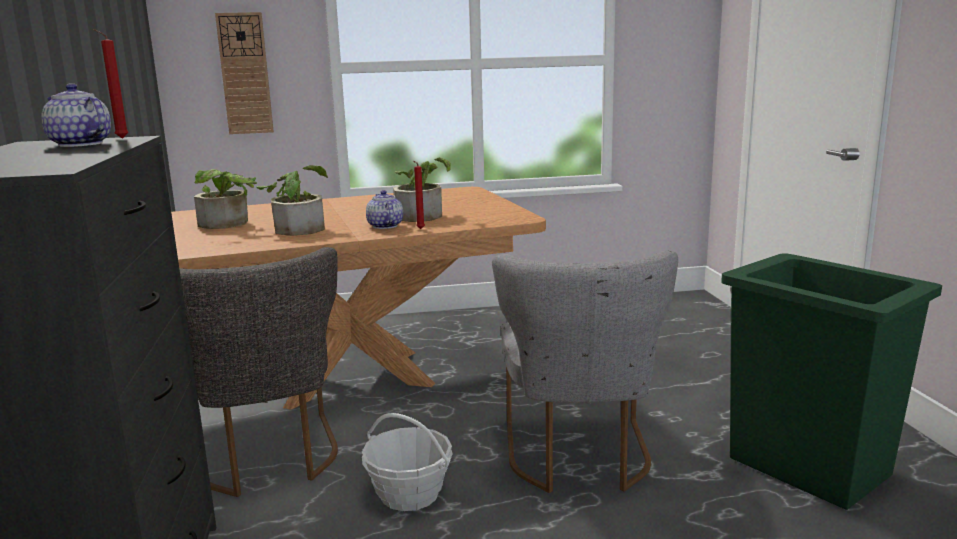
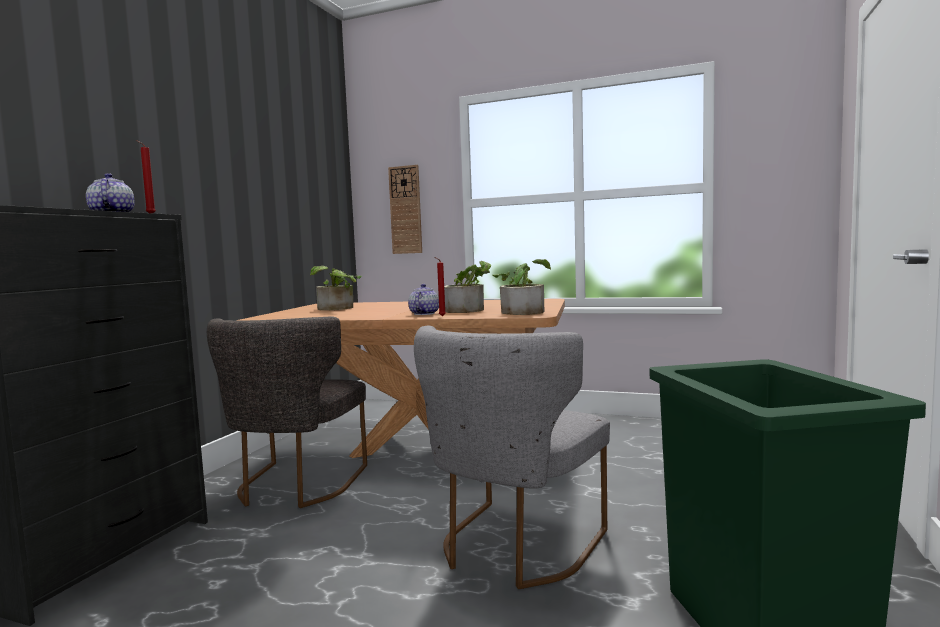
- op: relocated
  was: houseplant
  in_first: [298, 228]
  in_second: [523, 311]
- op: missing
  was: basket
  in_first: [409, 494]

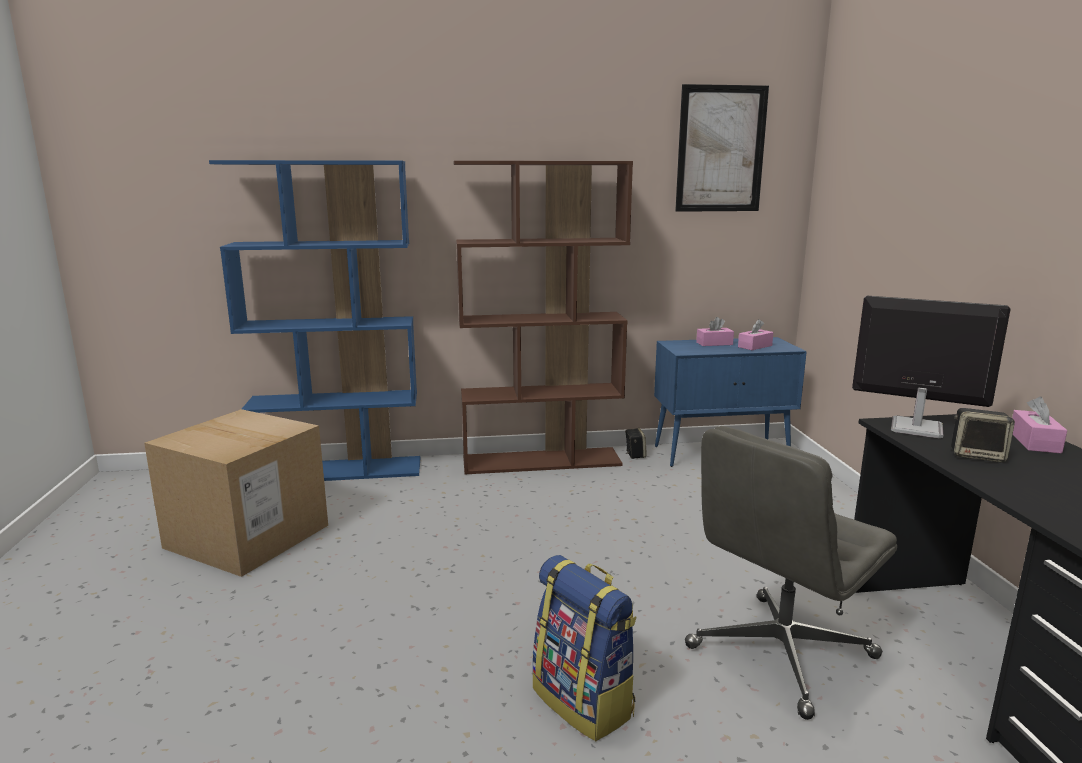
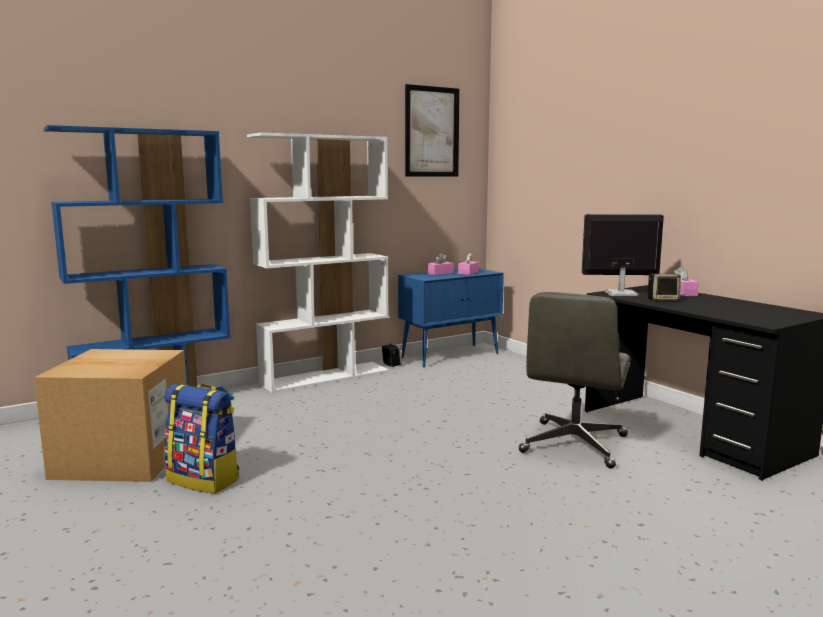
- op: colour
  was: brown-coloured bookshelf
  now: white bookshelf
  in_first: [542, 461]
  in_second: [325, 377]
- op: relocated
  was: rucksack
  in_first: [584, 701]
  in_second: [204, 480]

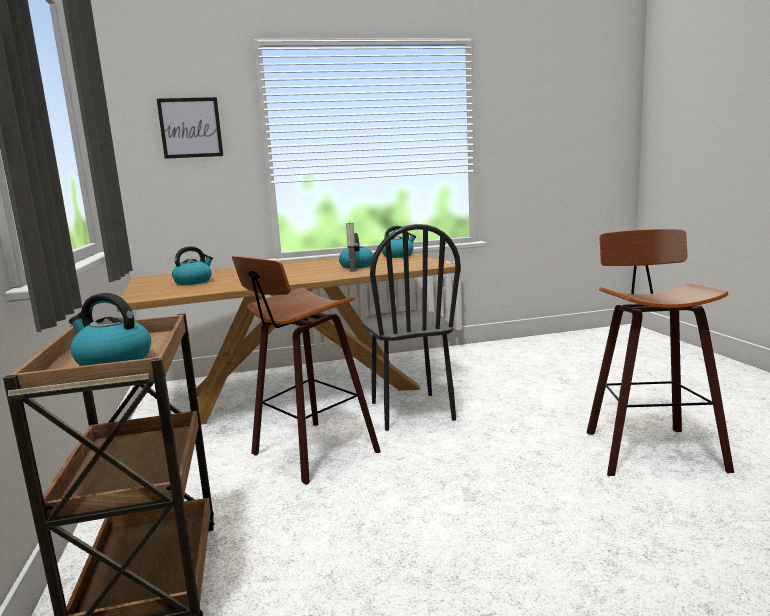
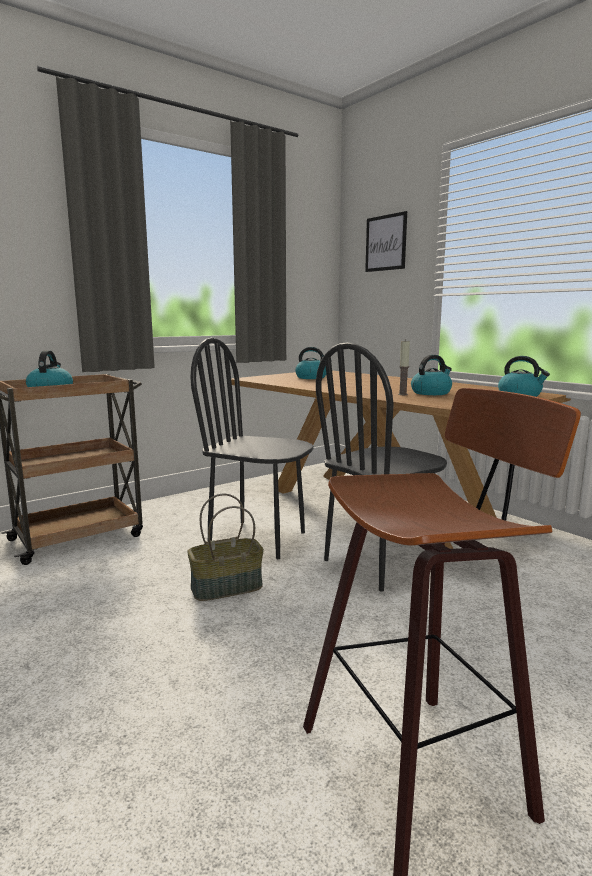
- op: exchanged
  was: stool seat
  now: blackish upright chair
  in_first: [310, 453]
  in_second: [258, 539]
- op: appeared
  now: basket
  in_second: [226, 588]

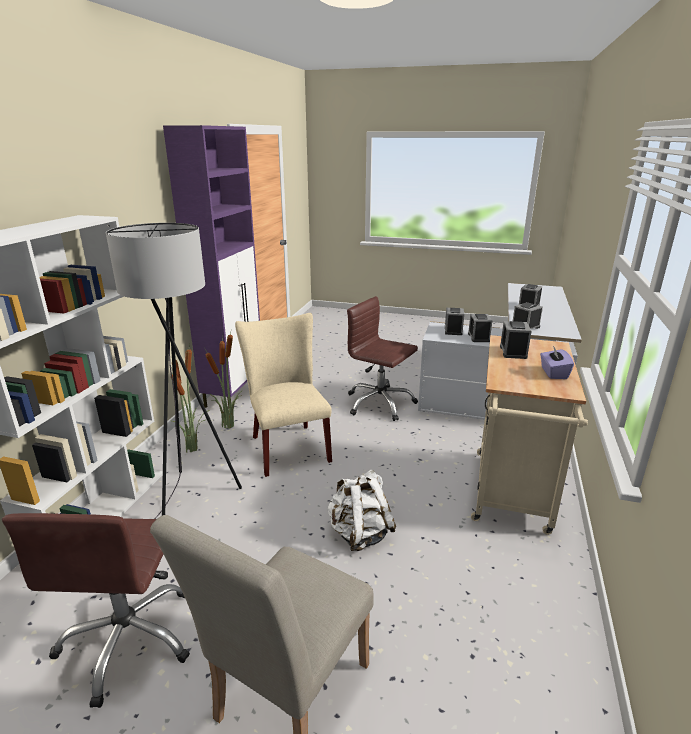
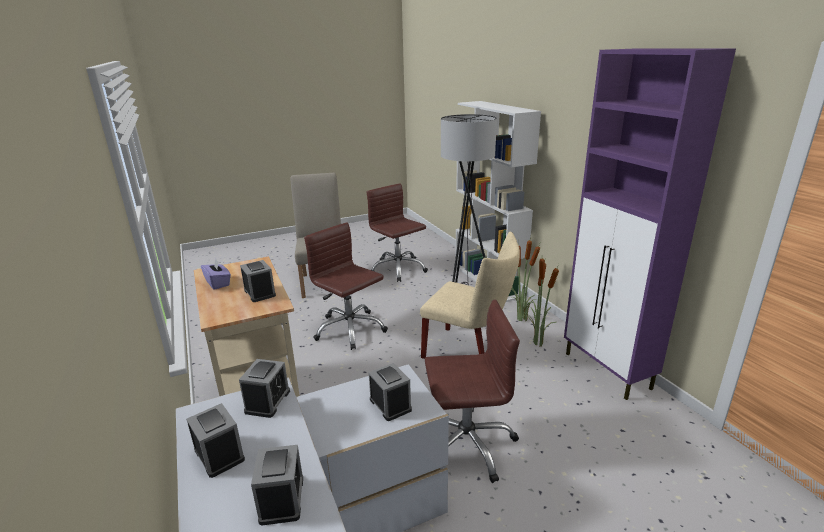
- op: exchanged
  was: white rucksack
  now: brown-coloured computer chair
  in_first: [359, 534]
  in_second: [349, 329]
- op: relocated
  was: alarm clock
  in_first: [478, 337]
  in_second: [219, 455]

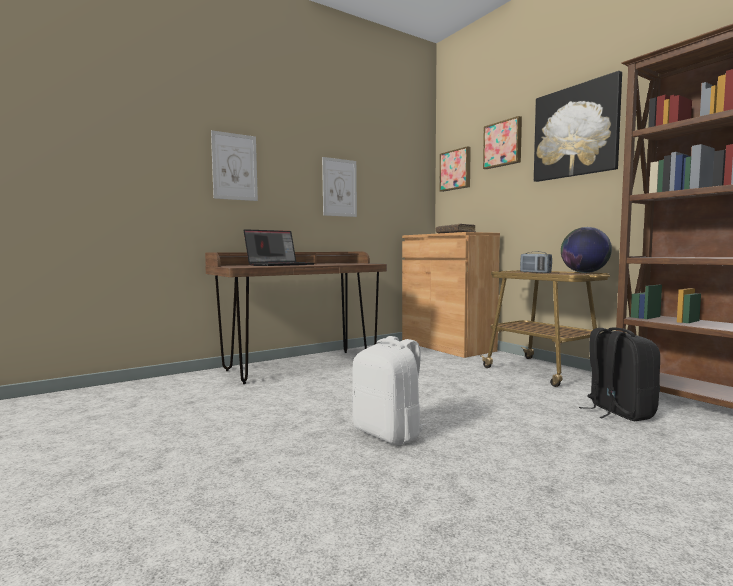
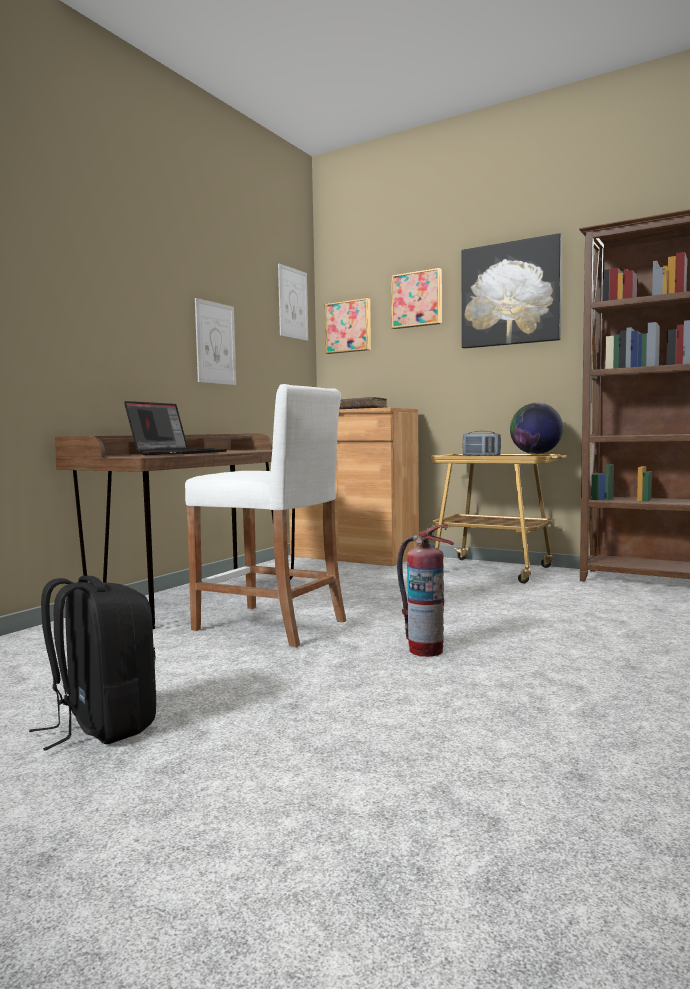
- op: relocated
  was: wall art
  in_first: [234, 167]
  in_second: [293, 303]
- op: exchanged
  was: white rucksack
  now: fire extinguisher
  in_first: [389, 434]
  in_second: [425, 650]
- op: relocated
  was: blackish rucksack
  in_first: [618, 412]
  in_second: [102, 726]
- op: appeared
  now: white stool seat
  in_second: [270, 625]

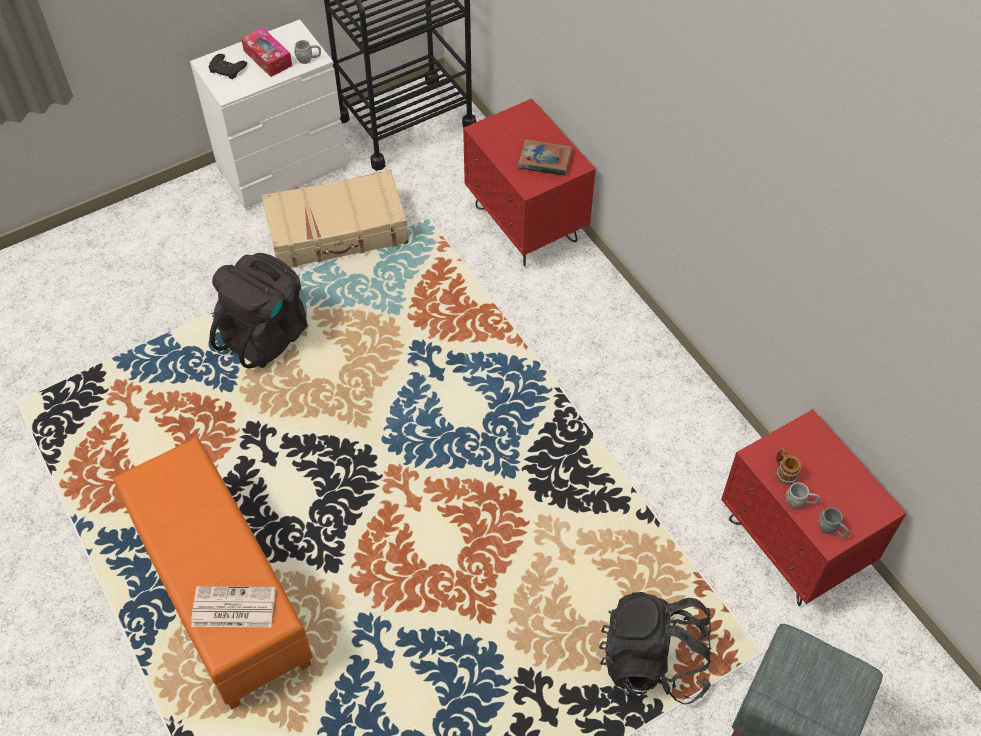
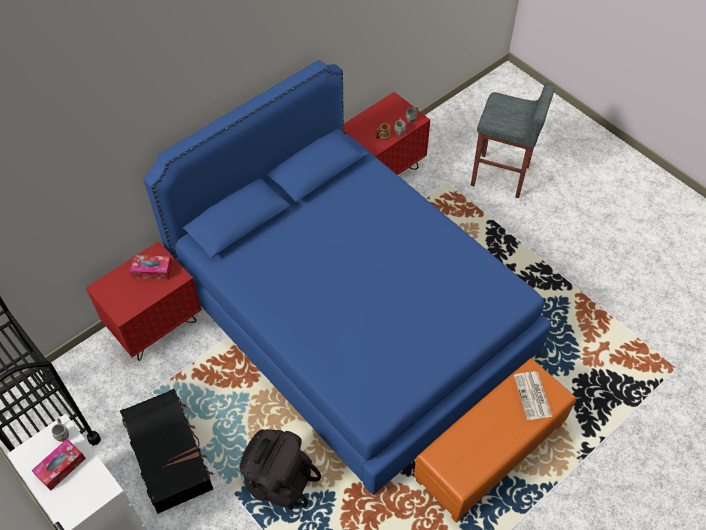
- op: missing
  was: blackish joypad
  in_first: [226, 70]
- op: colour
  was: beige-coloured travel case
  now: blackish travel case
  in_first: [337, 231]
  in_second: [169, 454]
- op: exchanged
  was: volume
  now: box of tissues
  in_first: [545, 160]
  in_second: [152, 271]
- op: missing
  was: blackish rucksack
  in_first: [653, 661]
- op: appeared
  now: bluish bed
  in_second: [352, 319]

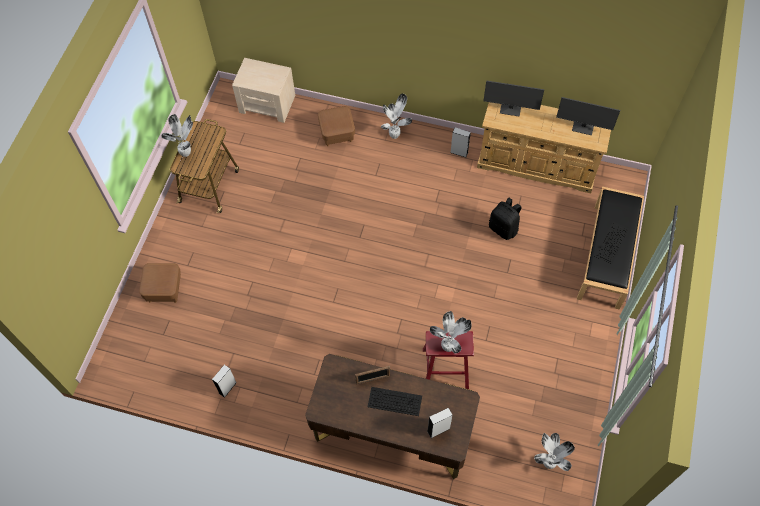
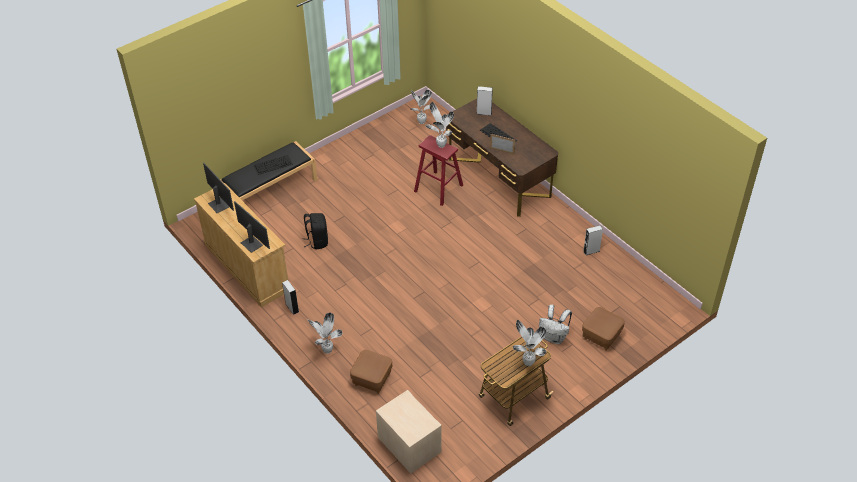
- op: appeared
  now: white rucksack
  in_second: [554, 337]

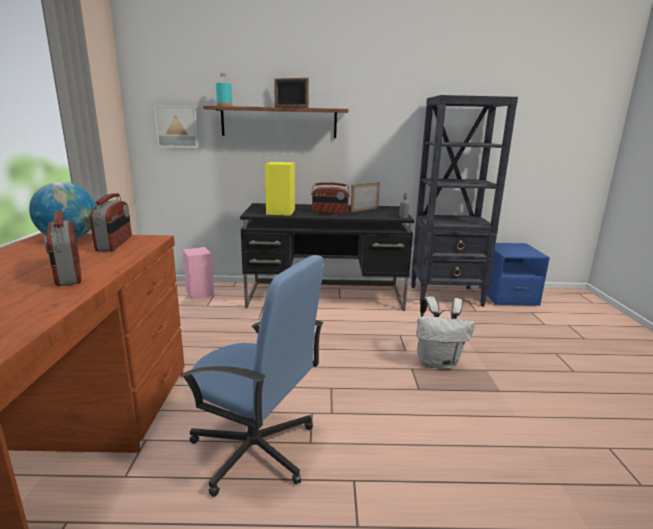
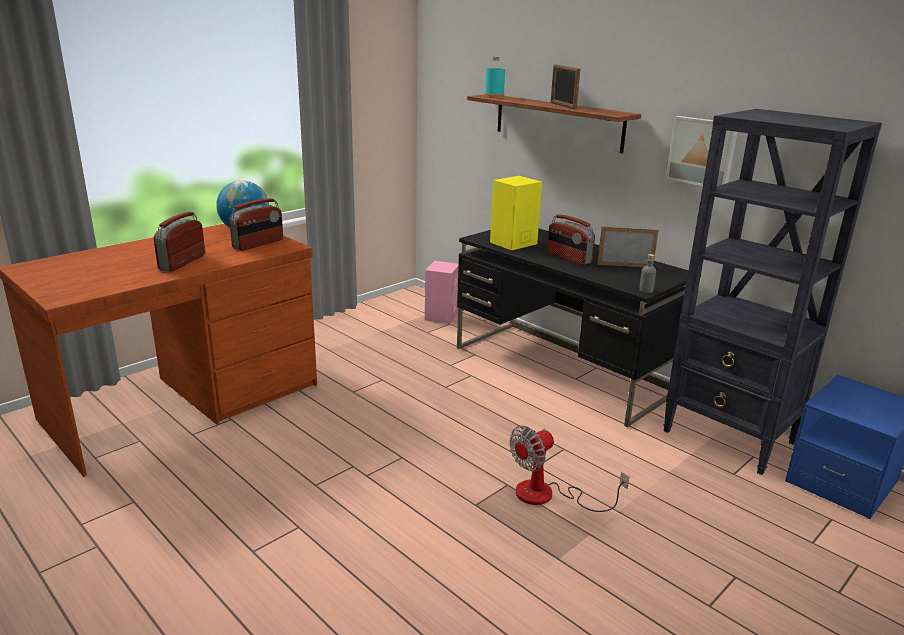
- op: relocated
  was: wall art
  in_first: [177, 126]
  in_second: [702, 152]
- op: missing
  was: bluish computer chair
  in_first: [255, 450]
- op: exchanged
  was: white rucksack
  now: cooling fan
  in_first: [438, 362]
  in_second: [548, 495]

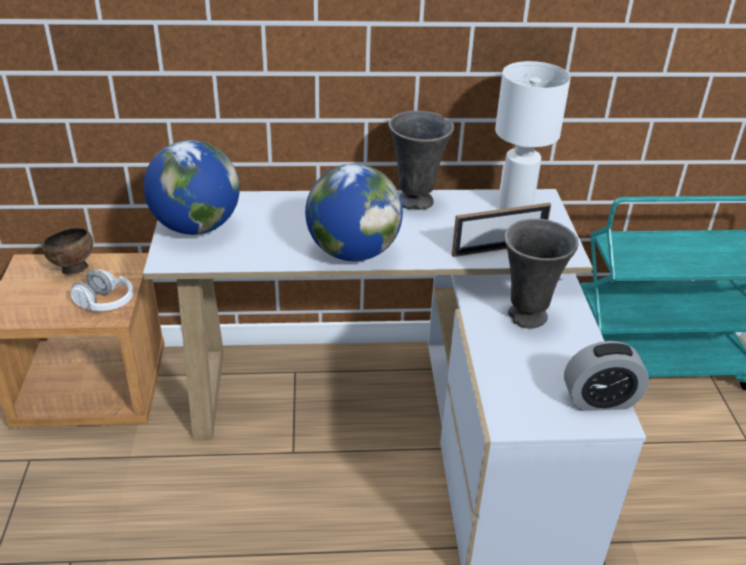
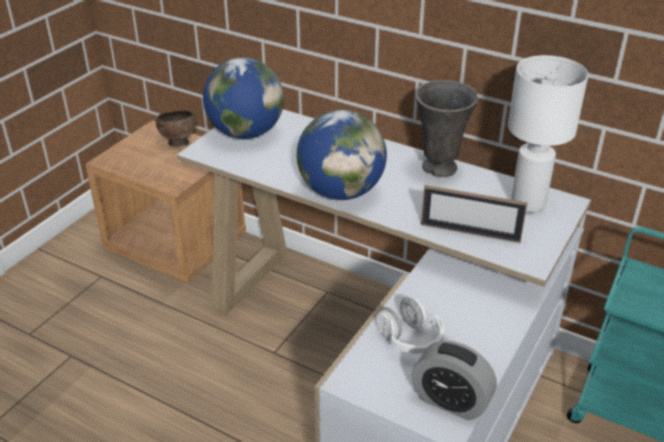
- op: relocated
  was: white pair of headphones
  in_first: [105, 303]
  in_second: [410, 339]
- op: missing
  was: greyish flower vase
  in_first: [527, 317]

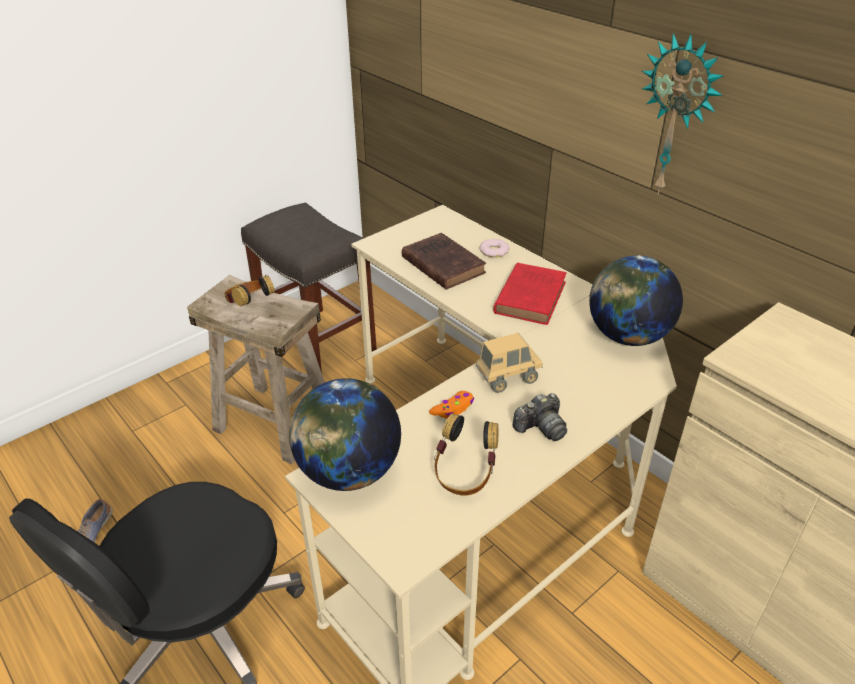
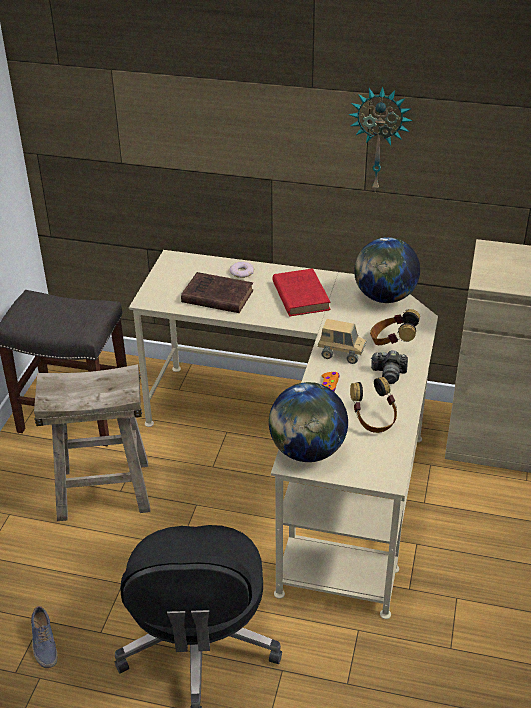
- op: relocated
  was: pair of headphones
  in_first: [250, 306]
  in_second: [392, 342]
- op: spun
  was: model truck
  in_first: [508, 379]
  in_second: [341, 354]
  clockwise: 75
- op: spun
  was: photo camera
  in_first: [541, 427]
  in_second: [389, 374]
  clockwise: 75

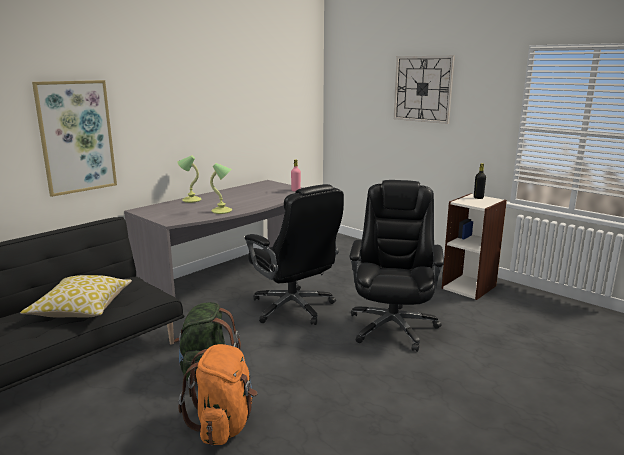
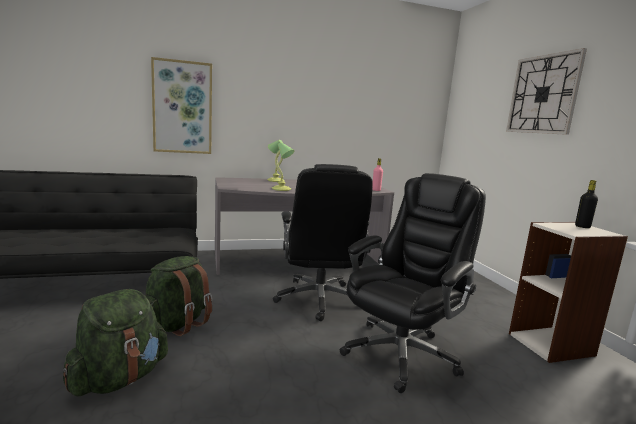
- op: missing
  was: pillow
  in_first: [81, 308]
- op: colour
  was: orangey rucksack
  now: green-coloured rucksack
  in_first: [224, 424]
  in_second: [119, 378]

